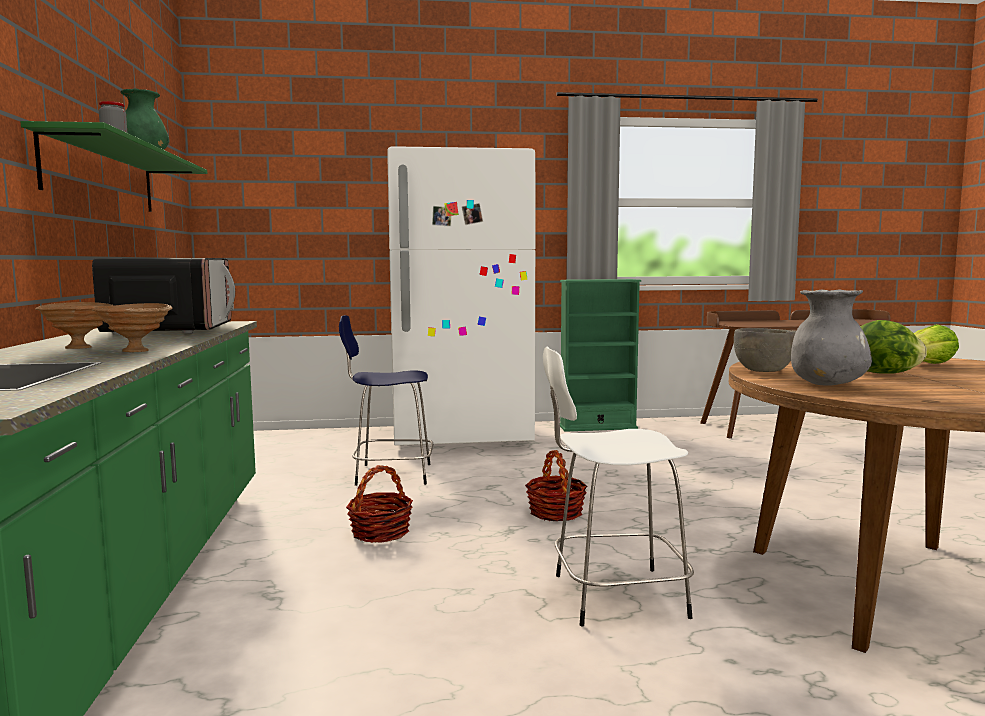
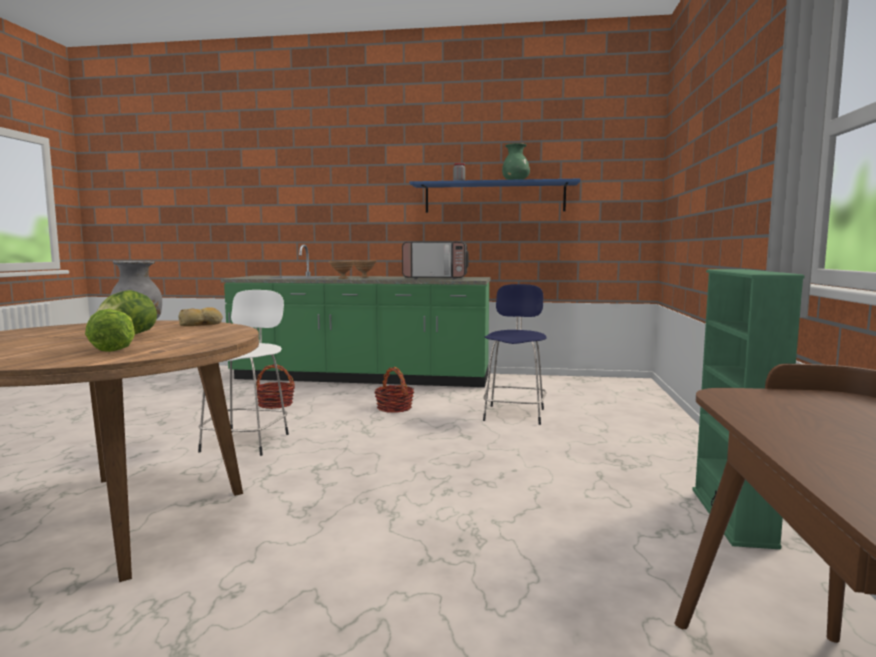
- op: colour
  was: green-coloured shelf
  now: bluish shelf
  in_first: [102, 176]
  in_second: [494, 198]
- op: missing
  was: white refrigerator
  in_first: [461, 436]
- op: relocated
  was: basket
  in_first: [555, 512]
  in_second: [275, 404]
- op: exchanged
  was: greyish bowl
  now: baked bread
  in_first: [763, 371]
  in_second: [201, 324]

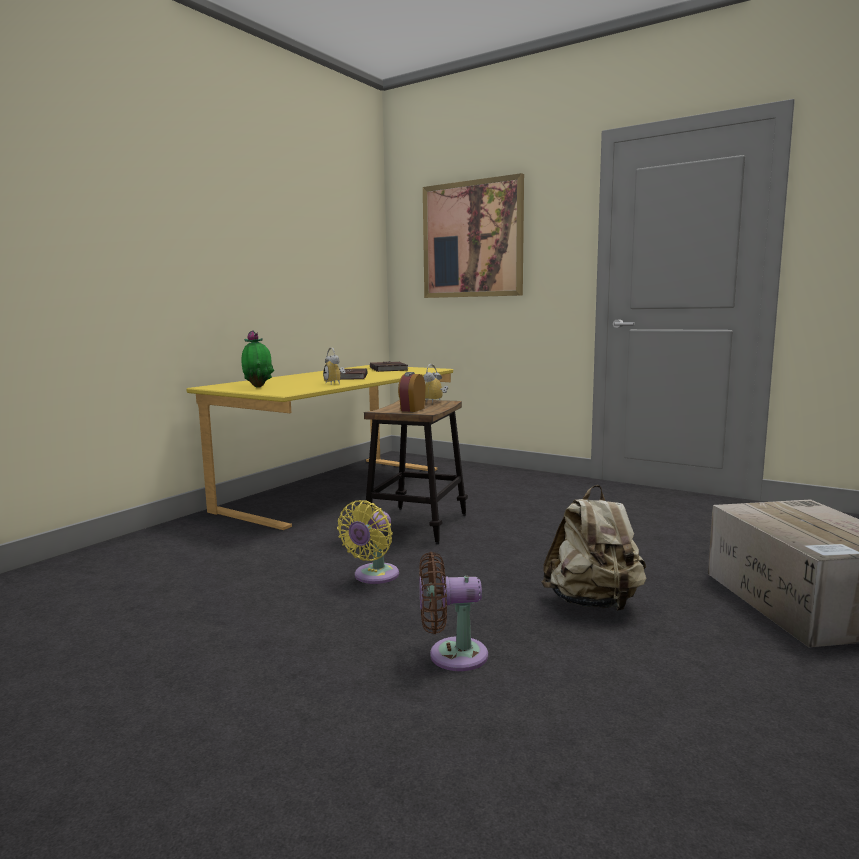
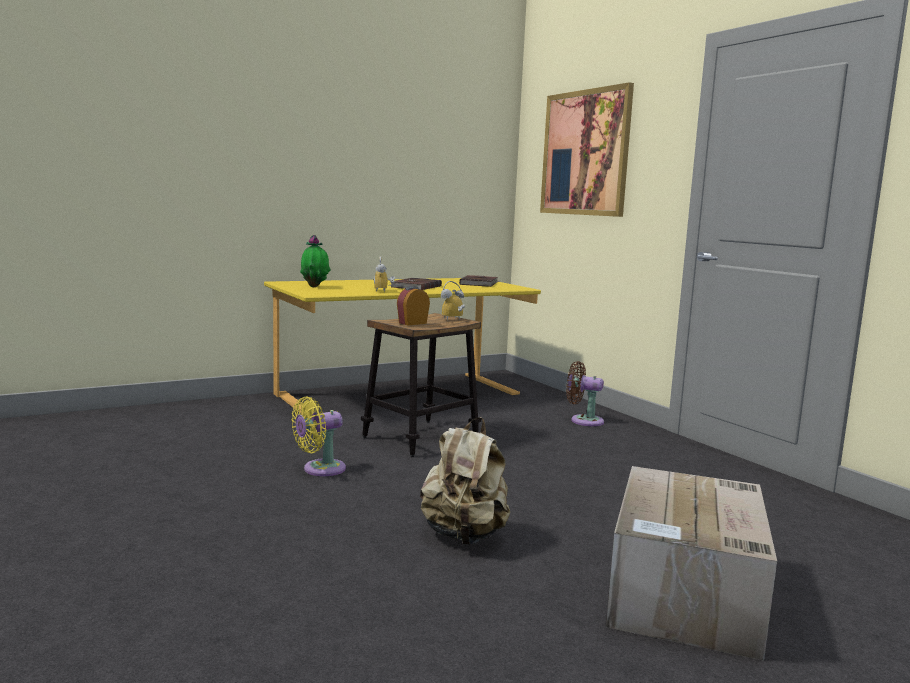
- op: relocated
  was: brown-coloured cooling fan
  in_first: [451, 655]
  in_second: [583, 420]

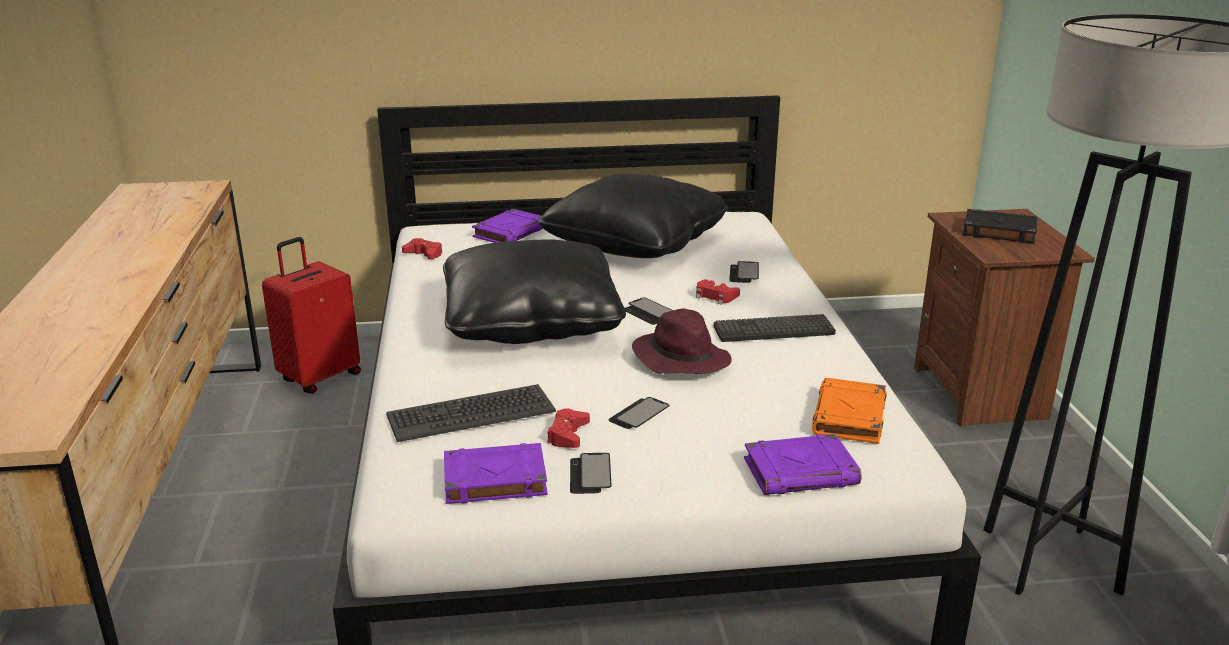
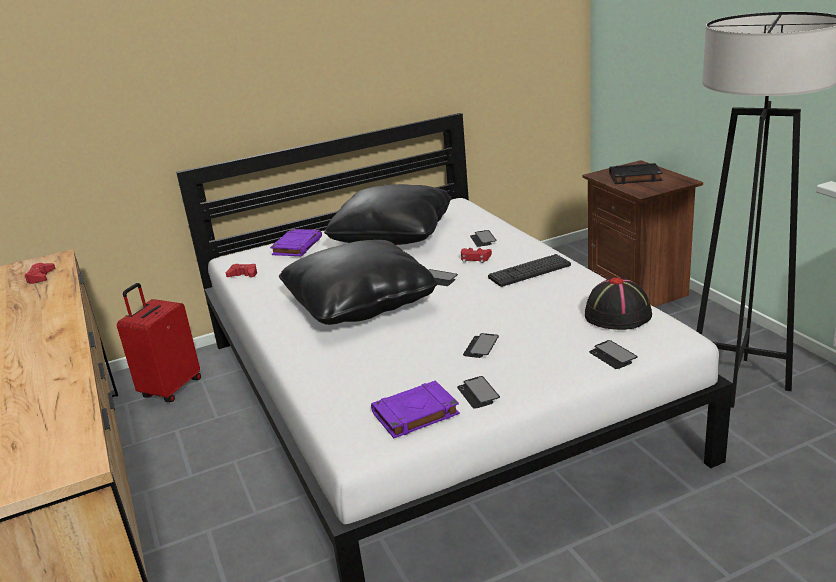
- op: missing
  was: computer keyboard
  in_first: [471, 413]
- op: relocated
  was: red joypad
  in_first: [568, 435]
  in_second: [40, 277]
- op: missing
  was: purple hat
  in_first: [680, 358]
- op: exchanged
  was: purple volume
  now: handset
  in_first: [801, 471]
  in_second: [612, 356]
- op: exchanged
  was: orangey volume
  now: blackish hat
  in_first: [849, 417]
  in_second: [618, 315]

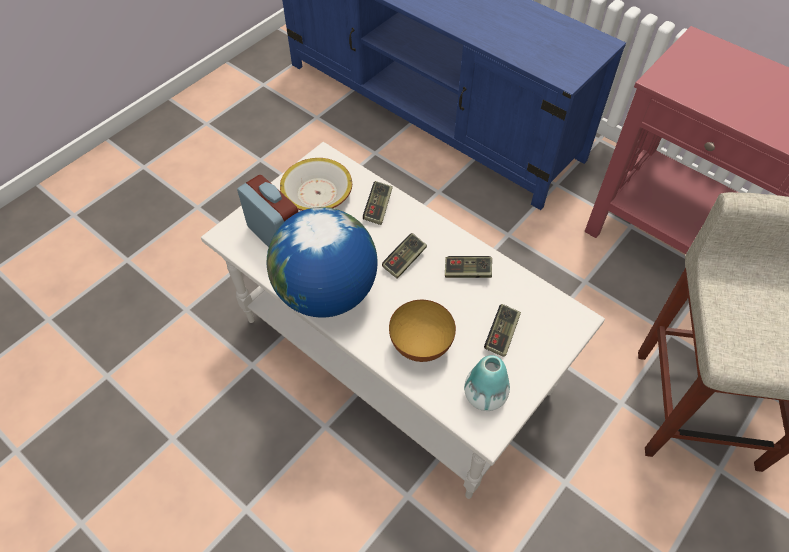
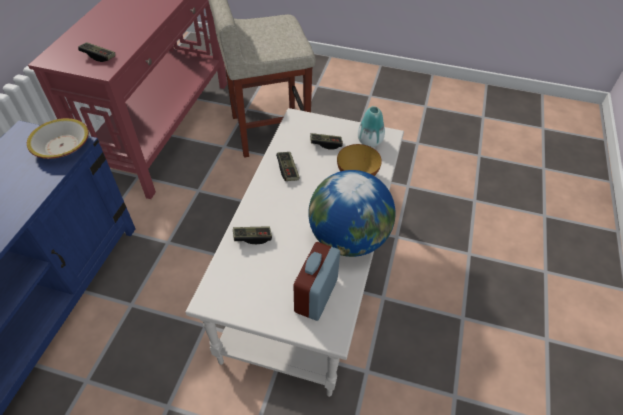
- op: relocated
  was: bowl
  in_first: [318, 194]
  in_second: [62, 146]
- op: relocated
  was: joypad
  in_first: [404, 261]
  in_second: [98, 56]

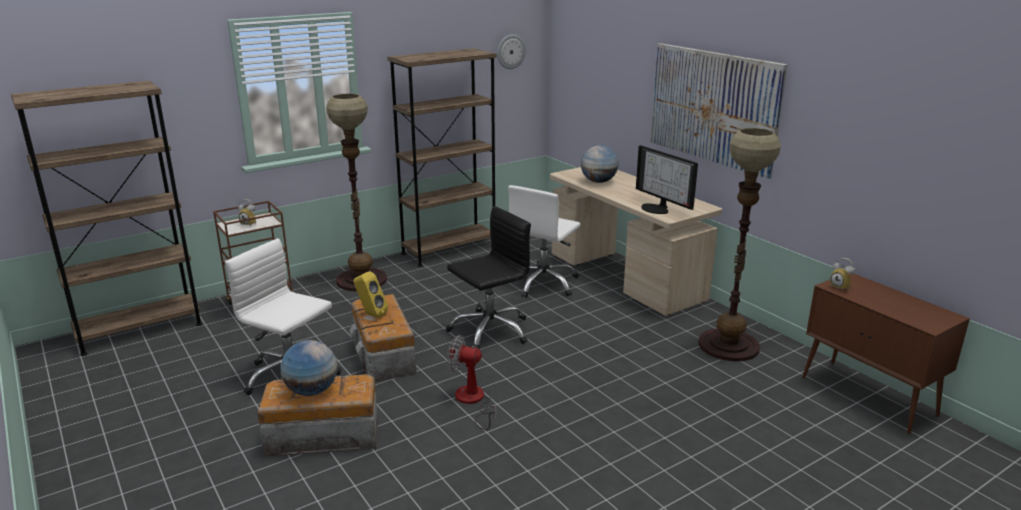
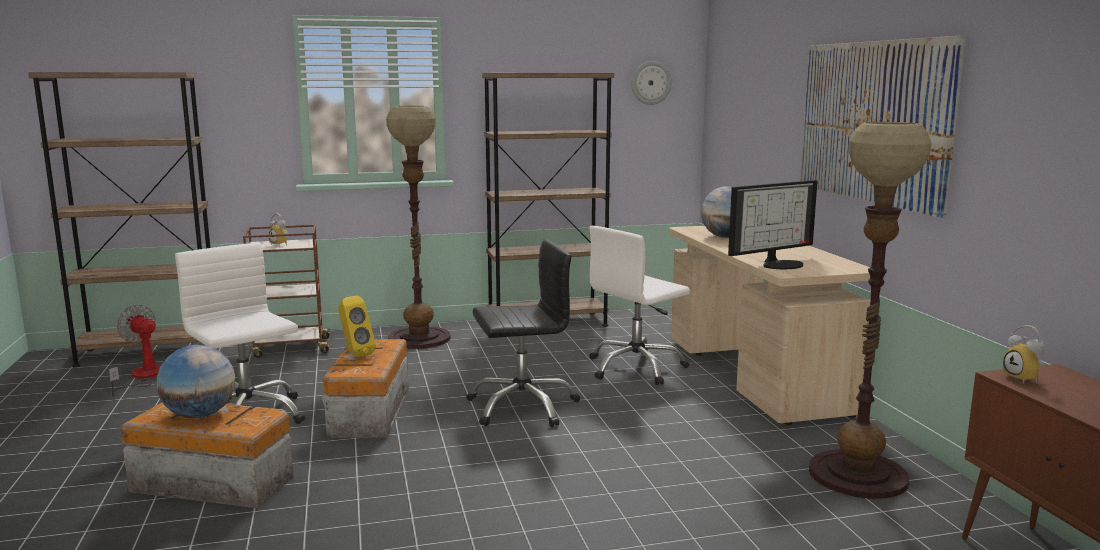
- op: relocated
  was: cooling fan
  in_first: [473, 401]
  in_second: [143, 377]
- op: spun
  was: computer display
  in_first: [657, 208]
  in_second: [780, 264]
  clockwise: -105

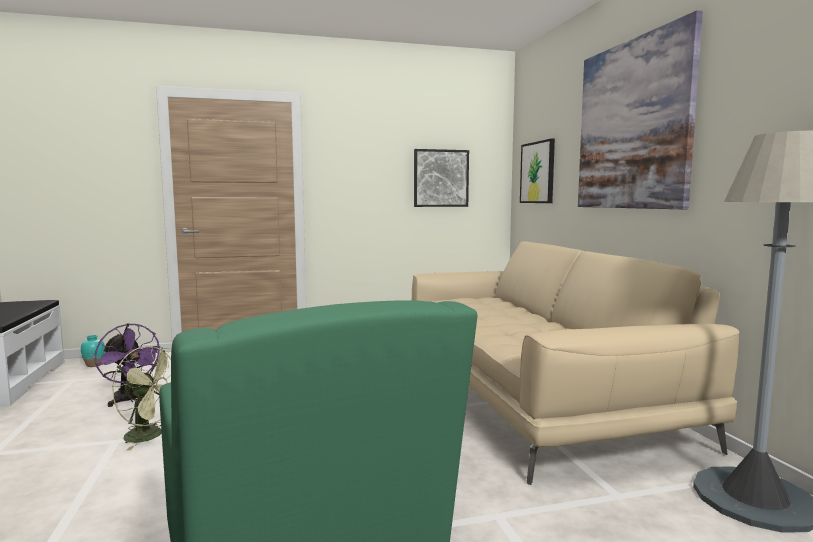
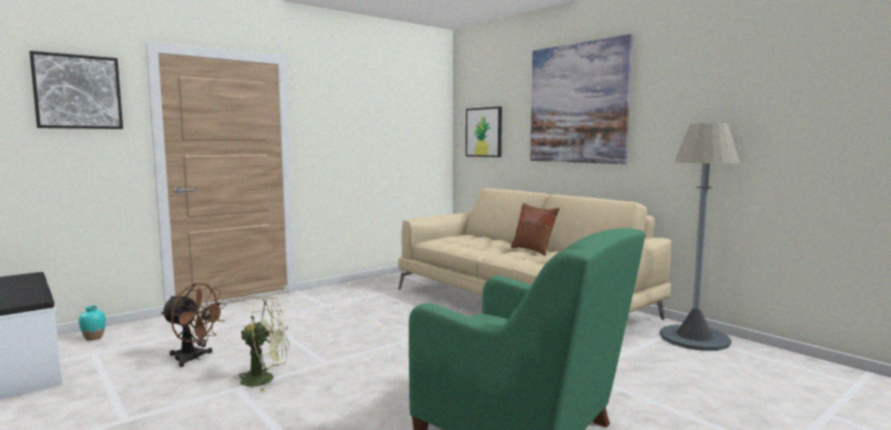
- op: colour
  was: purple cooling fan
  now: brown-coloured cooling fan
  in_first: [130, 400]
  in_second: [194, 358]
- op: relocated
  was: wall art
  in_first: [440, 178]
  in_second: [78, 92]
- op: appeared
  now: brown-coloured pillow
  in_second: [534, 250]

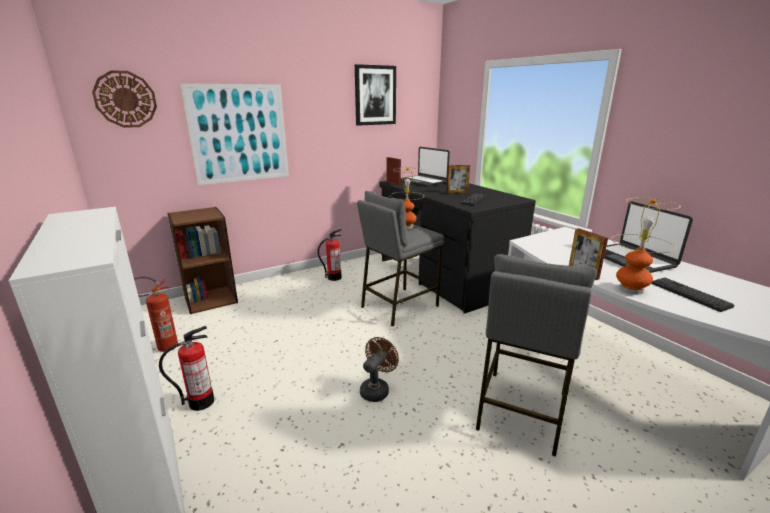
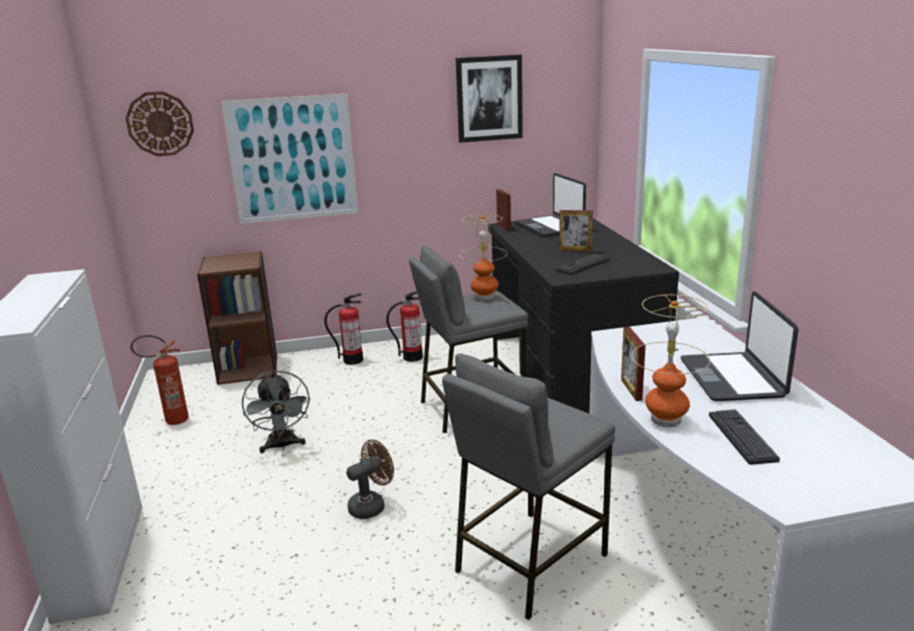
- op: relocated
  was: fire extinguisher
  in_first: [201, 402]
  in_second: [353, 360]
- op: appeared
  now: greyish cooling fan
  in_second: [282, 446]

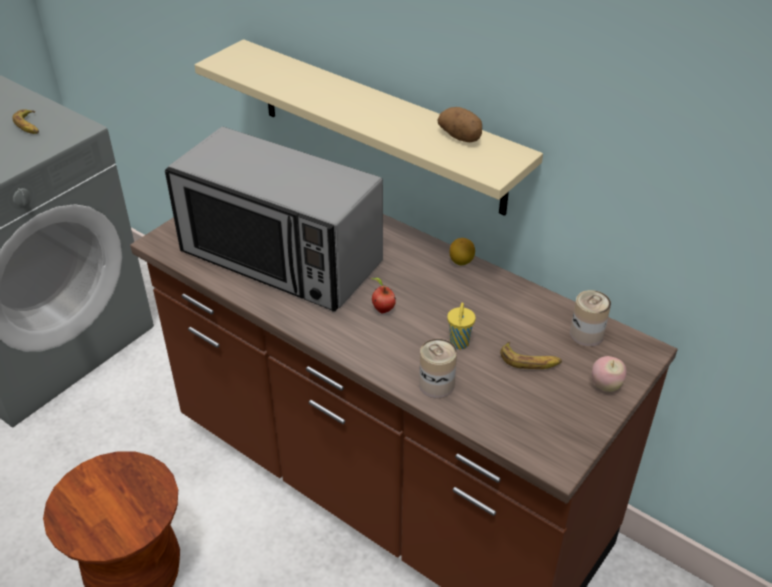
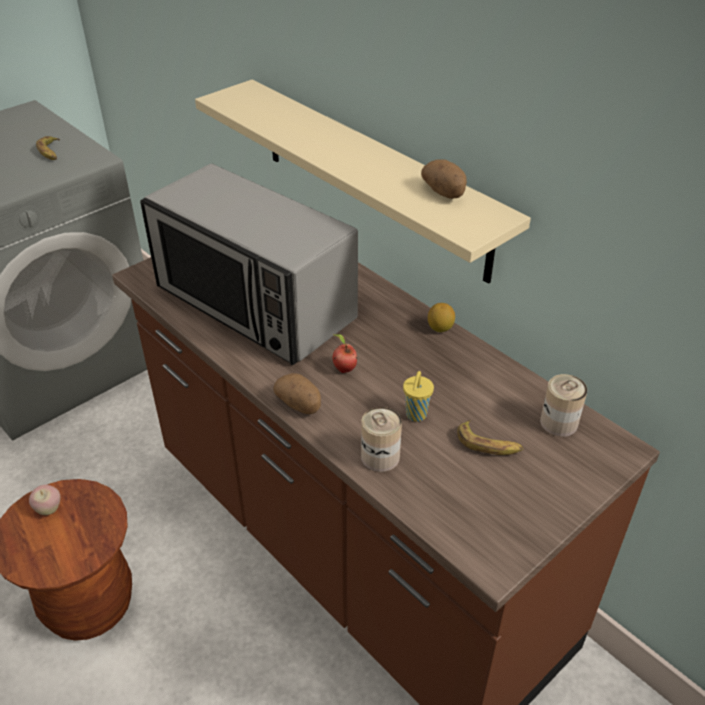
- op: relocated
  was: whole apple
  in_first: [605, 386]
  in_second: [49, 509]
- op: appeared
  now: whole potato
  in_second: [300, 405]

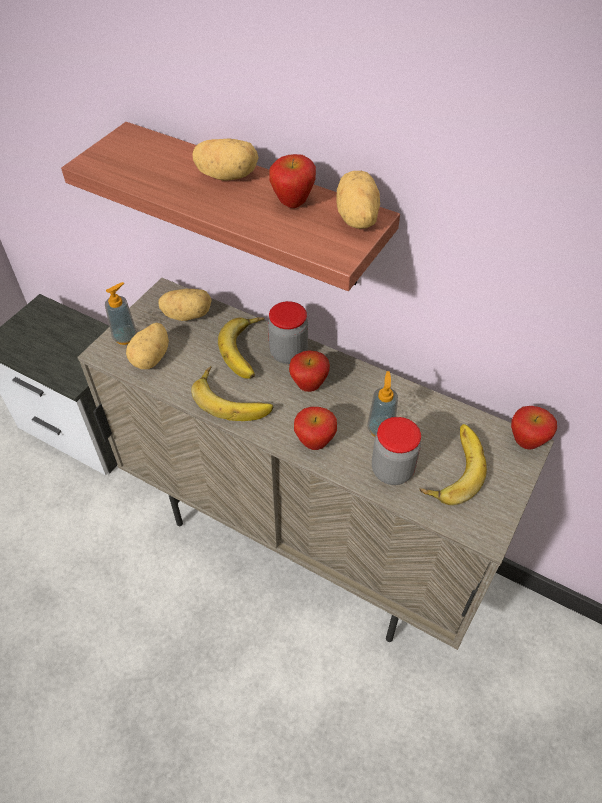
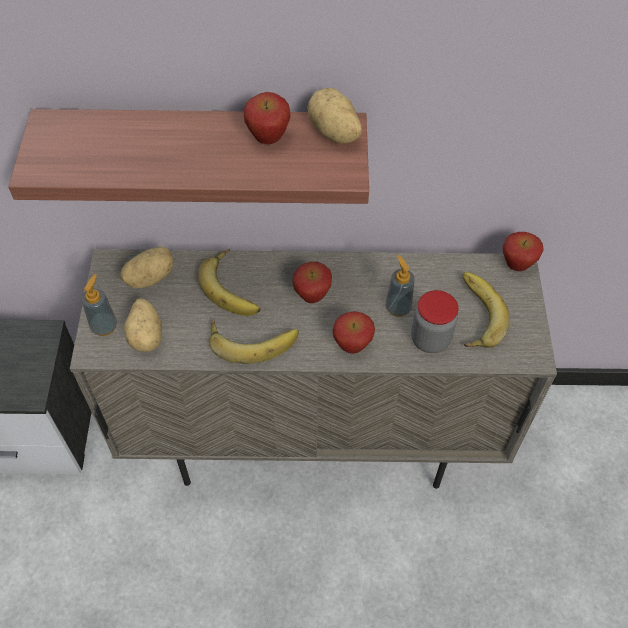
- op: missing
  was: whole potato
  in_first: [227, 176]
- op: missing
  was: jar
  in_first: [288, 353]

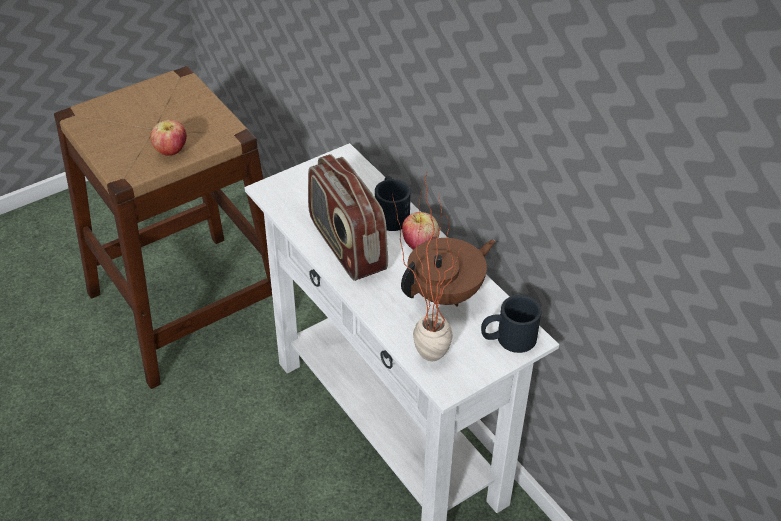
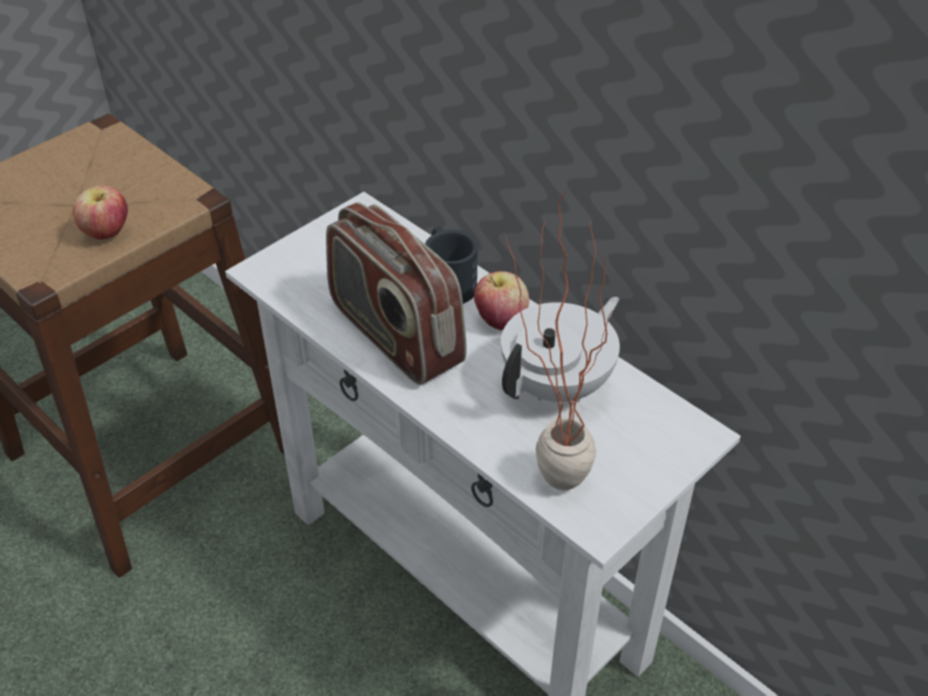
- op: colour
  was: brown-coloured teapot
  now: white teapot
  in_first: [446, 293]
  in_second: [558, 385]
- op: missing
  was: blackish mug
  in_first: [508, 339]

